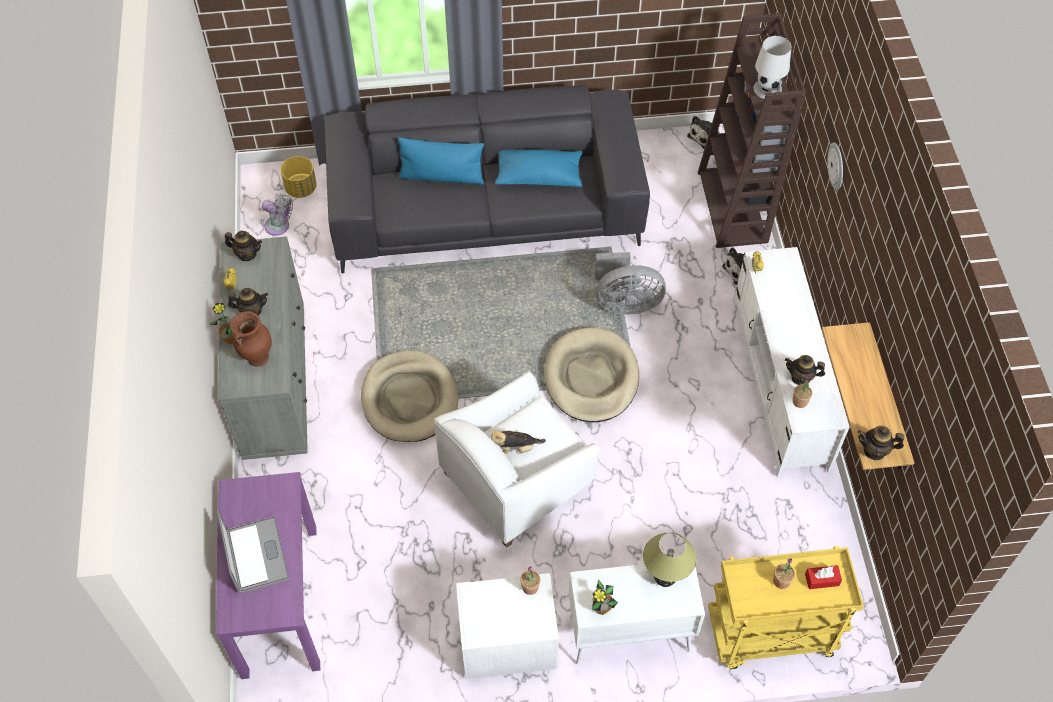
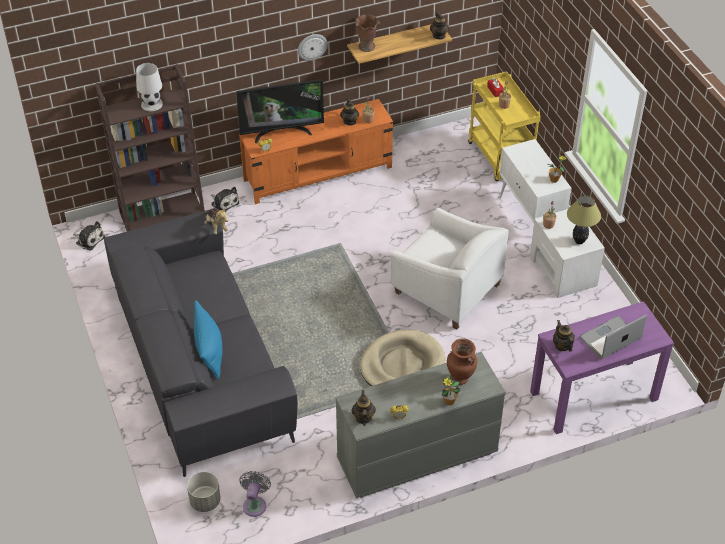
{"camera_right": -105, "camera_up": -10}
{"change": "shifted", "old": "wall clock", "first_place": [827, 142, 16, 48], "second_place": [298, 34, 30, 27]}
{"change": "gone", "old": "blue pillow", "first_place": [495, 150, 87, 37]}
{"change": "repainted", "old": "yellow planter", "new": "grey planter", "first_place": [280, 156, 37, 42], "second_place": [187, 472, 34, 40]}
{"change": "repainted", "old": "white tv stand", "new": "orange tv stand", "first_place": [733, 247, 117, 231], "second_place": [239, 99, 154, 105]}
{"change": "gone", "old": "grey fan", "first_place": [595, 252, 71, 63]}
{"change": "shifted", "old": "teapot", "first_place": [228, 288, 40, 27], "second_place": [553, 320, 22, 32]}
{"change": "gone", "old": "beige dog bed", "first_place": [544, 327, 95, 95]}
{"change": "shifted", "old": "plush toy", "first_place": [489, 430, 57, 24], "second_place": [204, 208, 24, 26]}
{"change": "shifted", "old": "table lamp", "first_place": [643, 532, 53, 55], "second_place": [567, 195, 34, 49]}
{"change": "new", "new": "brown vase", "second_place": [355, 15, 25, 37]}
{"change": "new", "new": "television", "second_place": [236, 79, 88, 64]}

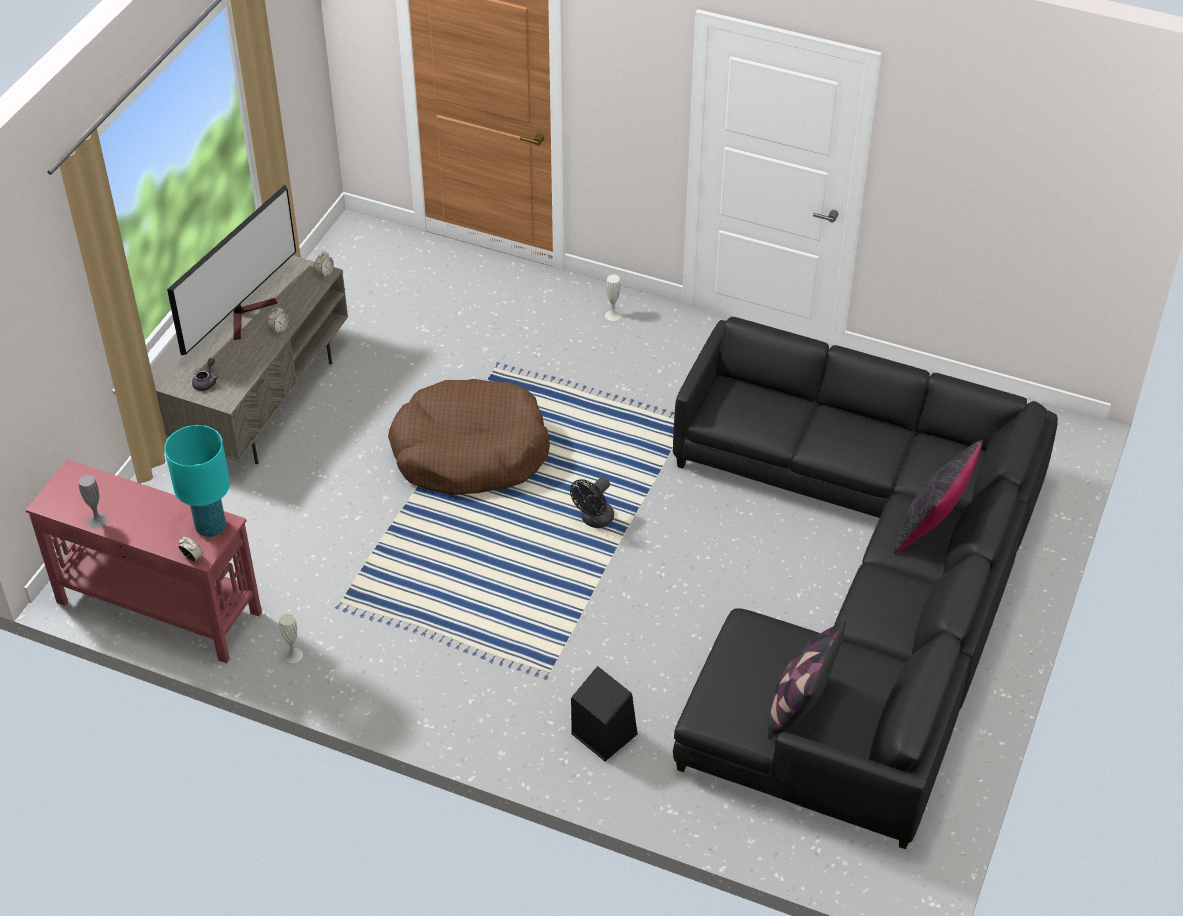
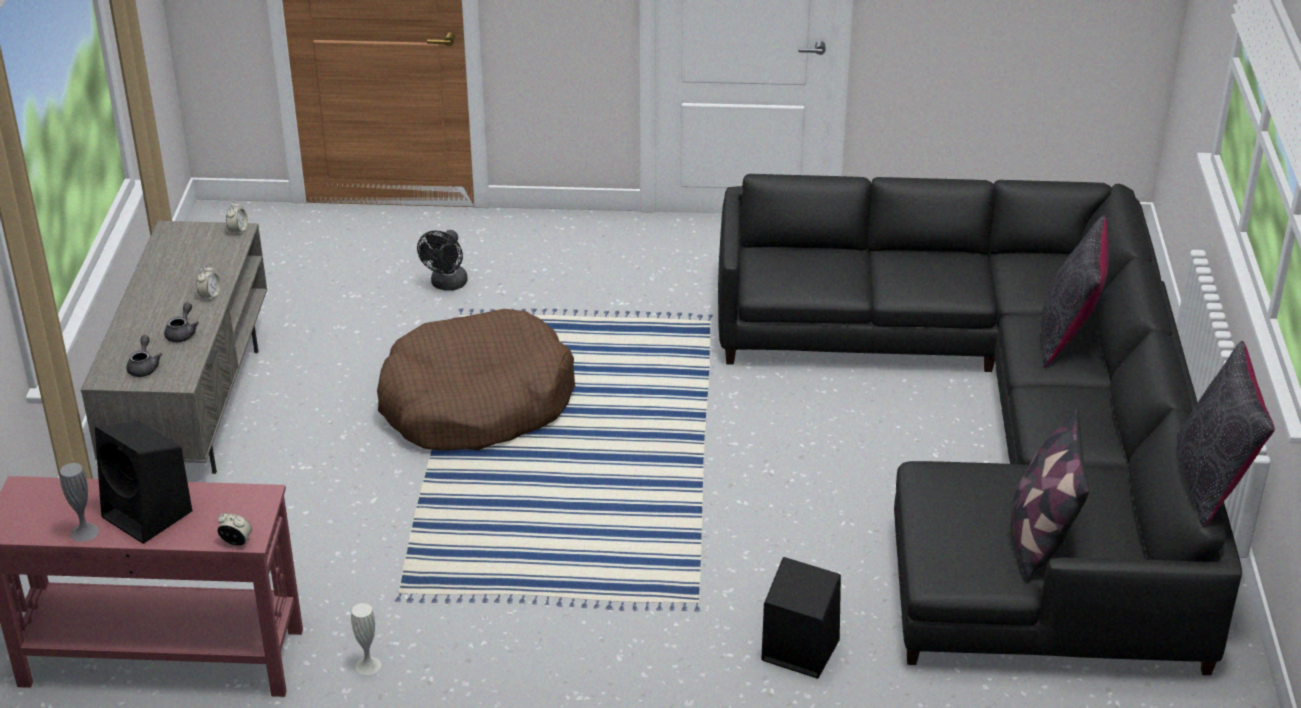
{"camera_right": -20, "camera_up": -10}
{"change": "gone", "old": "television", "first_place": [167, 185, 129, 170]}
{"change": "gone", "old": "white vase", "first_place": [605, 275, 16, 46]}
{"change": "gone", "old": "turquoise table lamp", "first_place": [165, 425, 65, 112]}
{"change": "shifted", "old": "black fan", "first_place": [570, 477, 44, 51], "second_place": [417, 230, 51, 61]}
{"change": "new", "new": "grey teapot", "second_place": [164, 302, 35, 40]}
{"change": "new", "new": "black pillow", "second_place": [1177, 341, 98, 187]}
{"change": "new", "new": "black speaker", "second_place": [95, 421, 97, 123]}

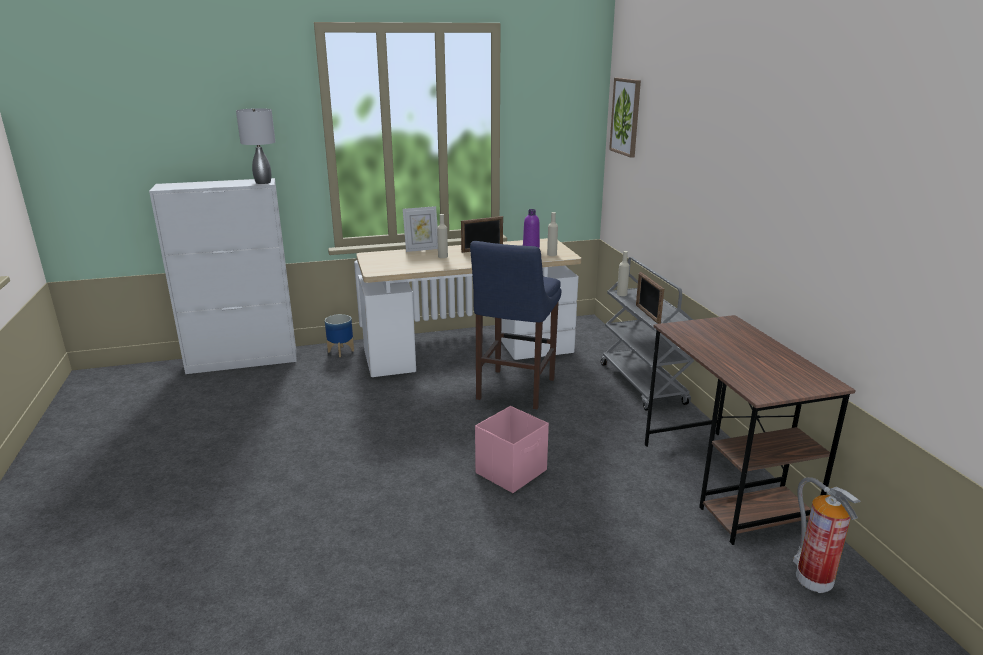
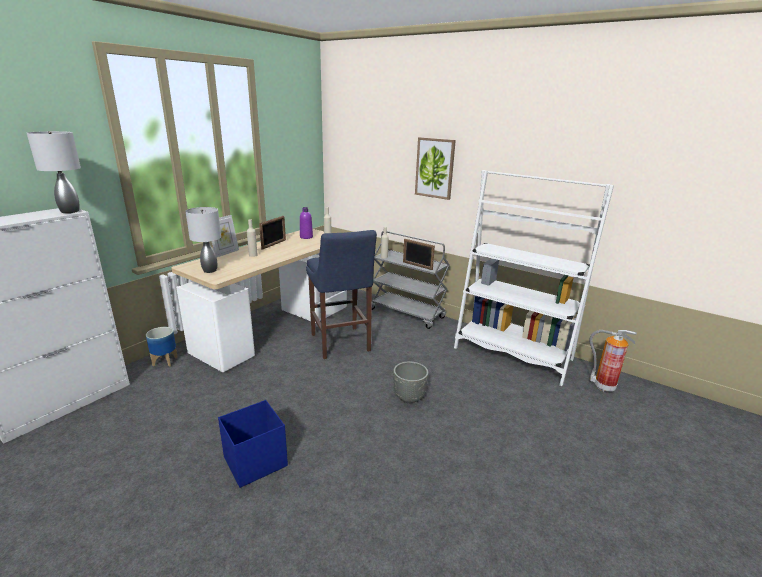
{"camera_right": -40, "camera_up": 0}
{"change": "shifted", "old": "picture", "first_place": [609, 78, 32, 80], "second_place": [415, 137, 41, 63]}
{"change": "swapped", "old": "brown desk", "new": "white bookcase", "first_place": [644, 315, 212, 230], "second_place": [454, 170, 160, 216]}
{"change": "swapped", "old": "pink storage box", "new": "grey planter", "first_place": [475, 406, 74, 87], "second_place": [393, 361, 36, 42]}
{"change": "new", "new": "grey table lamp", "second_place": [185, 207, 36, 66]}
{"change": "new", "new": "blue storage box", "second_place": [218, 400, 70, 88]}

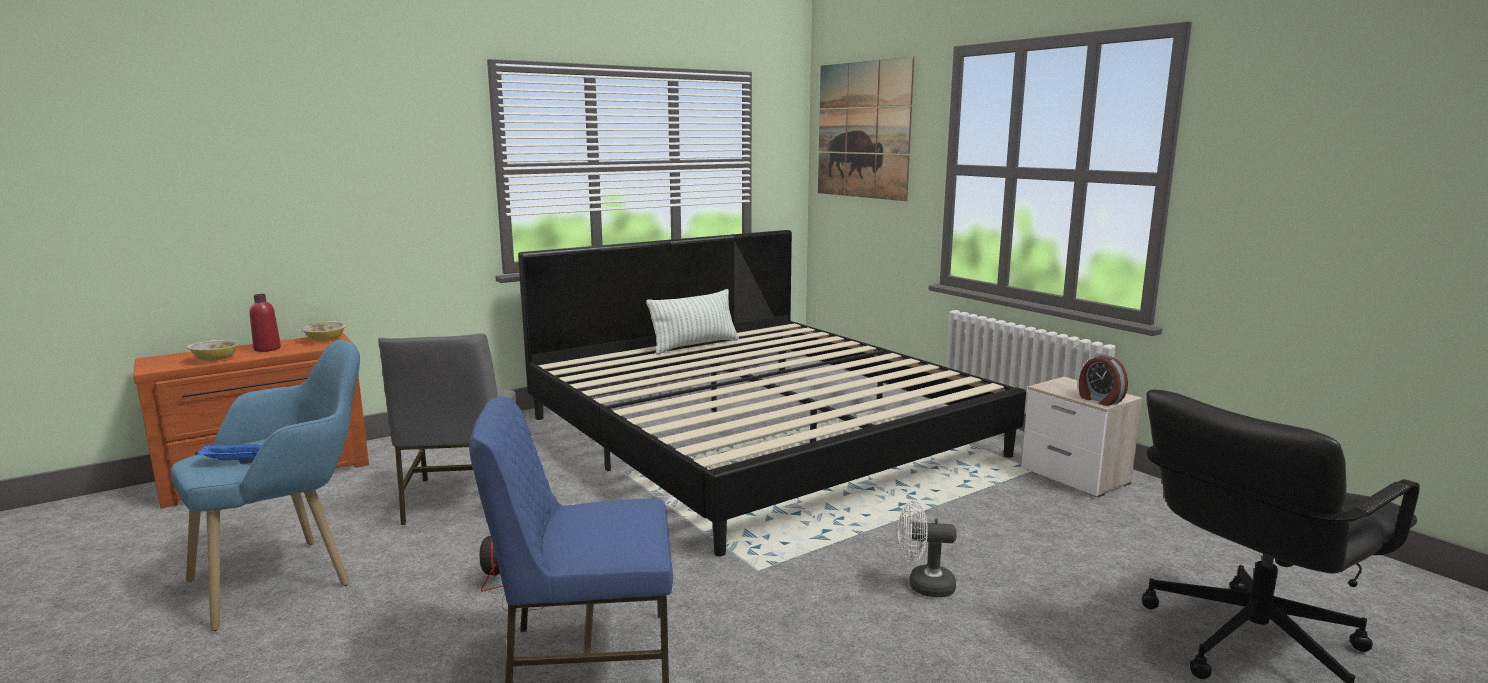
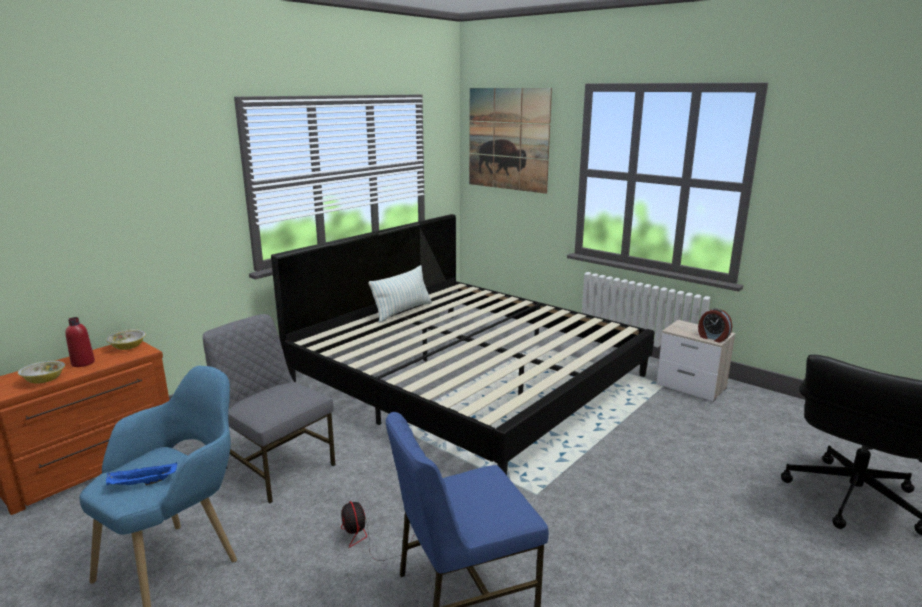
{"camera_right": -15, "camera_up": 5}
{"change": "rotated", "old": "grey chair", "first_place": [378, 333, 138, 192], "second_place": [203, 314, 133, 189], "degrees": 150}
{"change": "gone", "old": "white fan", "first_place": [898, 501, 58, 96]}

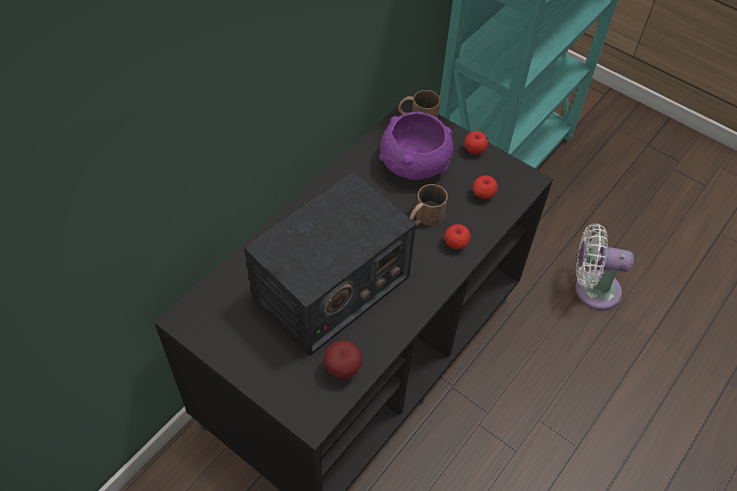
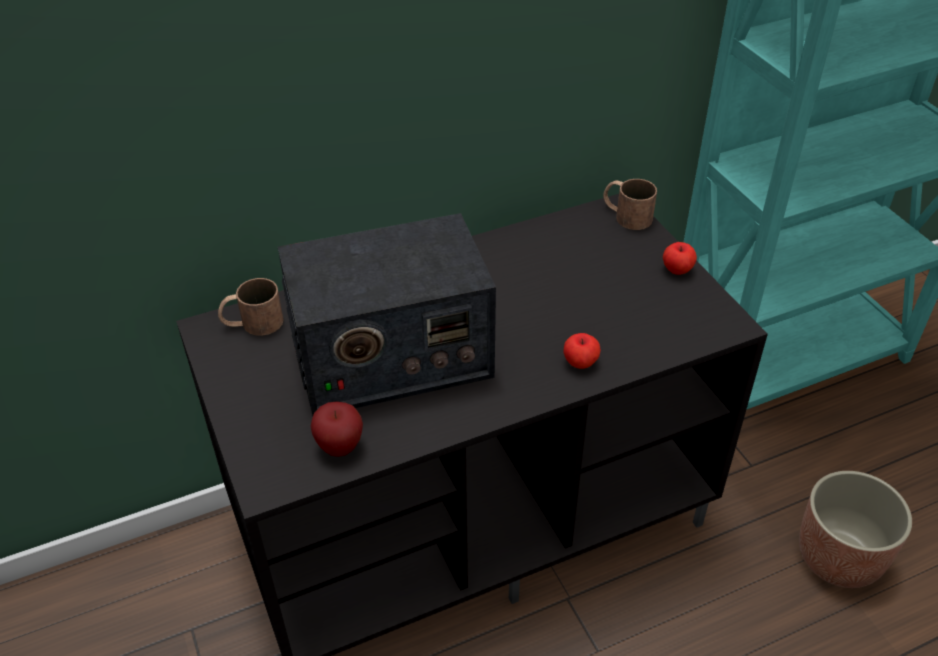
{"camera_right": 30, "camera_up": -10}
{"change": "gone", "old": "purple bowl", "first_place": [380, 112, 73, 68]}
{"change": "gone", "old": "apple", "first_place": [473, 175, 25, 24]}
{"change": "shifted", "old": "brown mug", "first_place": [409, 184, 39, 42], "second_place": [218, 278, 66, 58]}
{"change": "swapped", "old": "white fan", "new": "planter", "first_place": [575, 223, 59, 87], "second_place": [799, 471, 113, 117]}

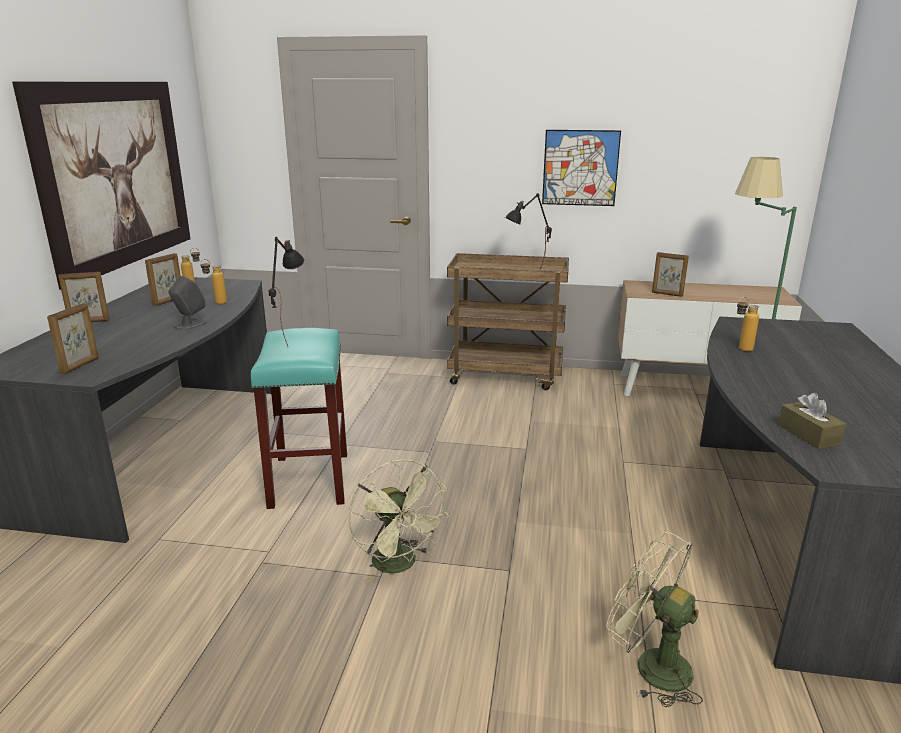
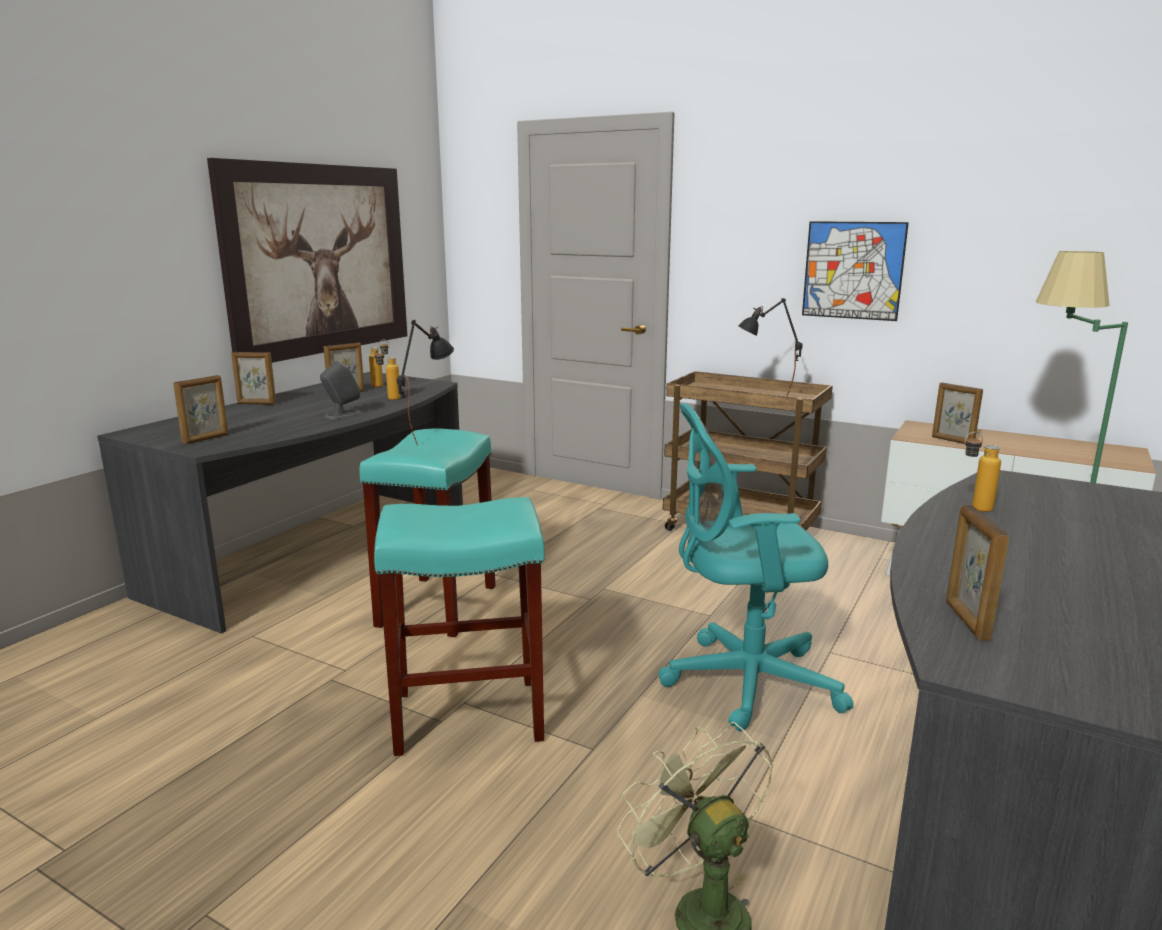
{"camera_right": 20, "camera_up": -5}
{"change": "swapped", "old": "brown tissue box", "new": "picture frame", "first_place": [778, 393, 68, 56], "second_place": [946, 505, 63, 136]}
{"change": "swapped", "old": "green fan", "new": "turquoise stool", "first_place": [349, 460, 100, 123], "second_place": [374, 497, 171, 259]}
{"change": "new", "new": "turquoise office chair", "second_place": [658, 403, 196, 328]}

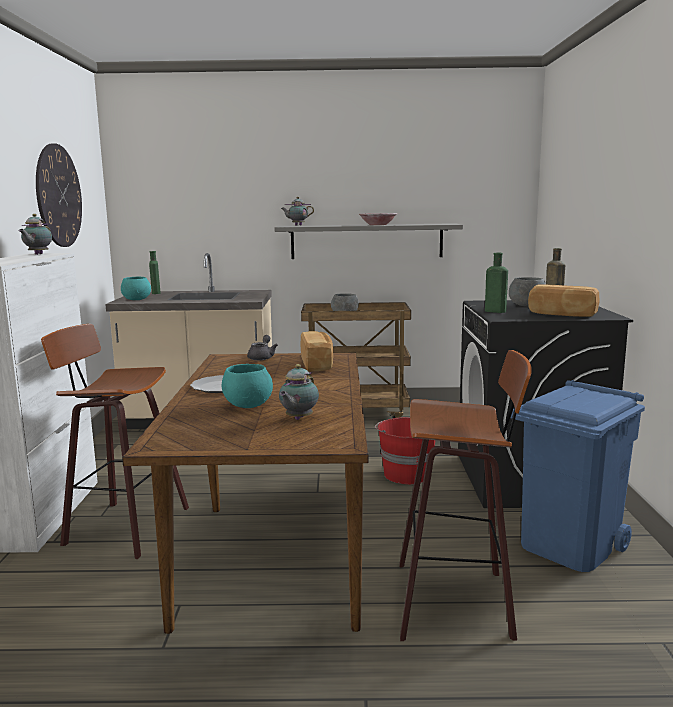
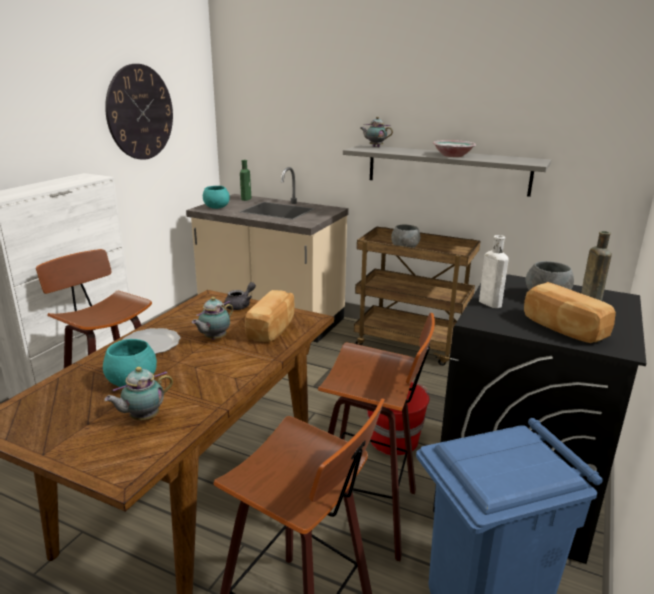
{"camera_right": 25, "camera_up": 10}
{"change": "shifted", "old": "teapot", "first_place": [19, 214, 33, 41], "second_place": [192, 297, 41, 43]}
{"change": "repainted", "old": "green bottle", "new": "white bottle", "first_place": [485, 253, 23, 60], "second_place": [479, 235, 30, 73]}
{"change": "new", "new": "stool", "second_place": [311, 313, 124, 248]}

